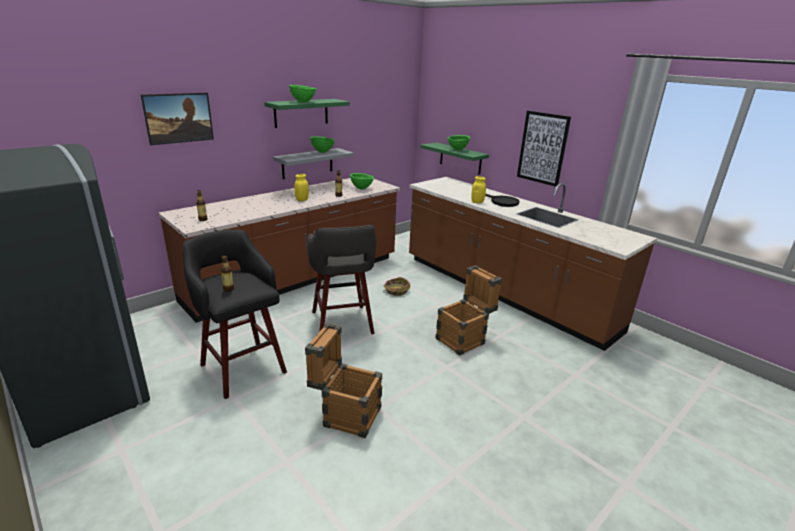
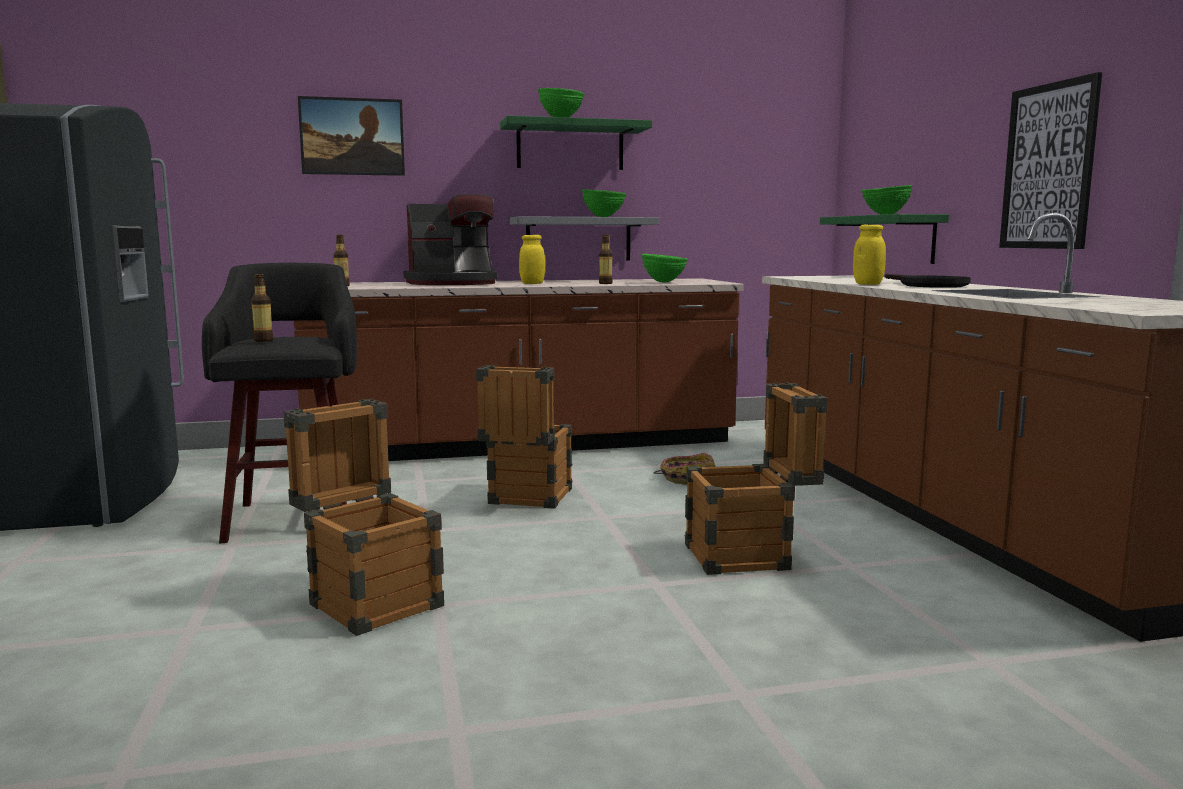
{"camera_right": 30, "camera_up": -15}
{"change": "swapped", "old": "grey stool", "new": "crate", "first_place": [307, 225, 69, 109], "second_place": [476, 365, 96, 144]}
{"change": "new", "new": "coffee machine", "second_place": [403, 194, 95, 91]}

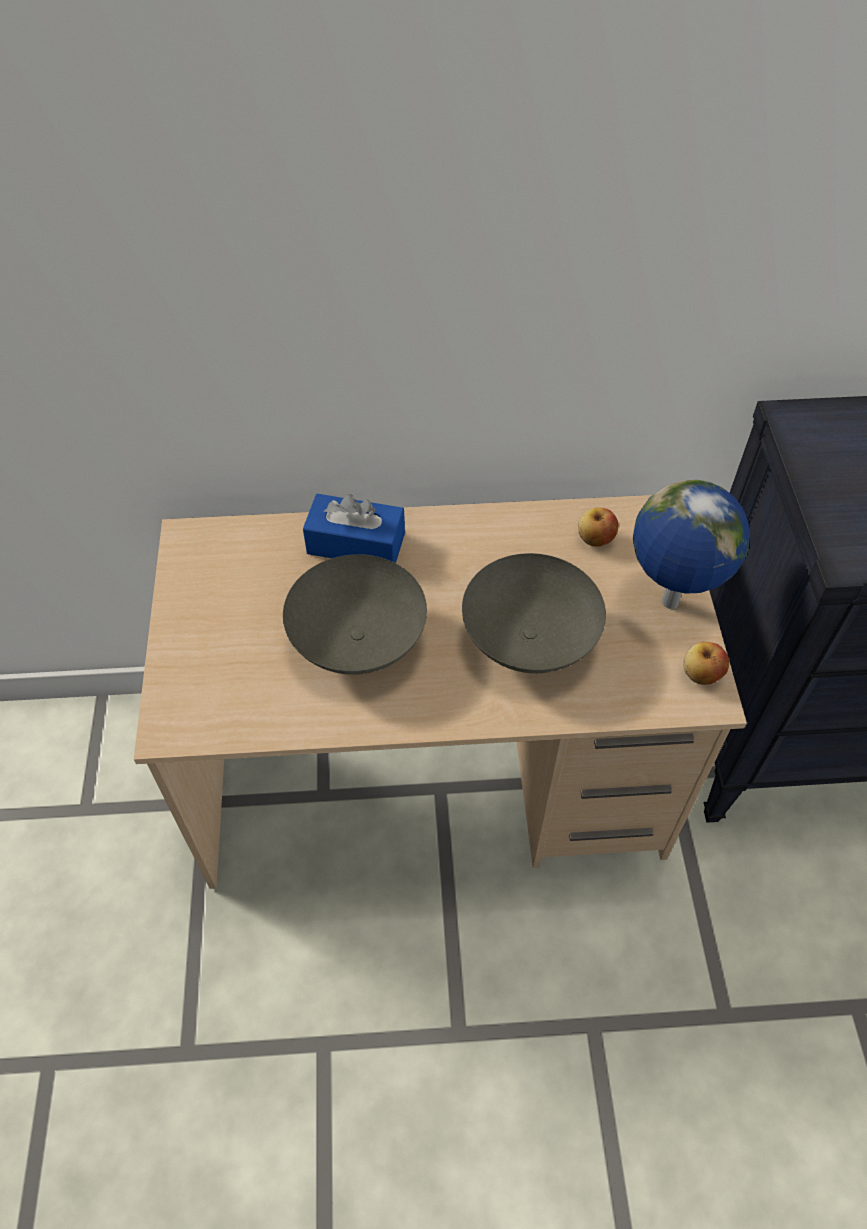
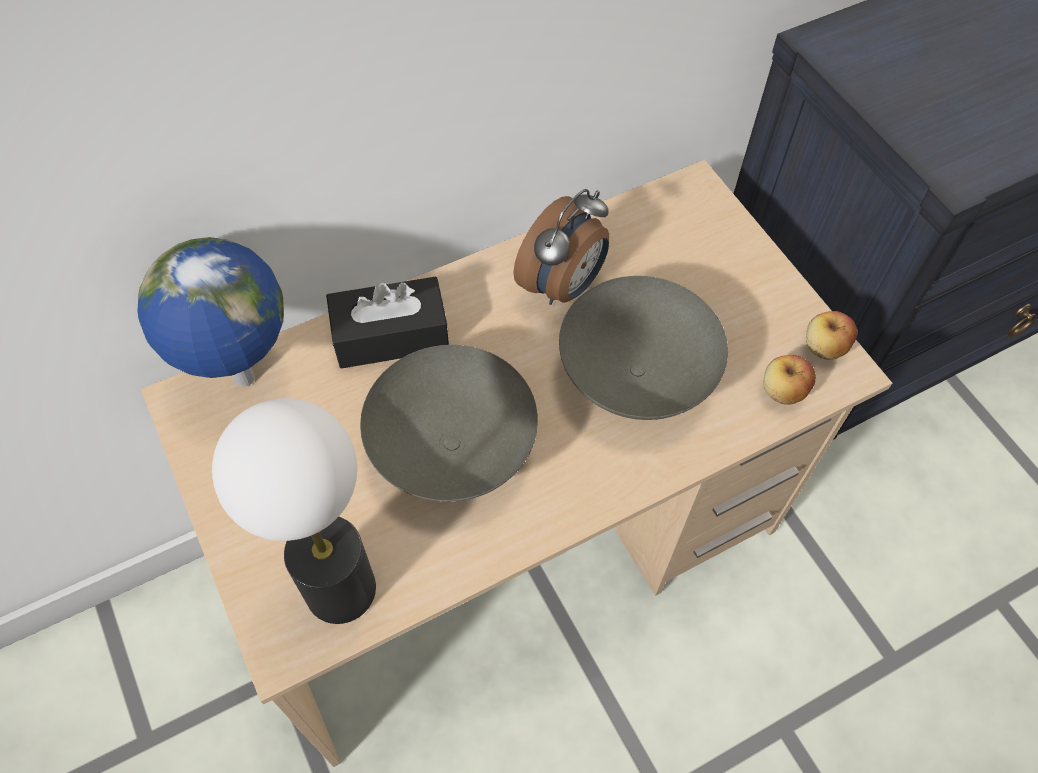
{"camera_right": -25, "camera_up": 5}
{"change": "shifted", "old": "globe", "first_place": [633, 480, 117, 129], "second_place": [137, 237, 147, 150]}
{"change": "repainted", "old": "blue tissue box", "new": "black tissue box", "first_place": [303, 494, 102, 69], "second_place": [326, 277, 123, 92]}
{"change": "shifted", "old": "apple", "first_place": [578, 508, 41, 39], "second_place": [763, 355, 53, 50]}
{"change": "new", "new": "alarm clock", "second_place": [513, 189, 96, 116]}
{"change": "new", "new": "table lamp", "second_place": [212, 398, 164, 226]}

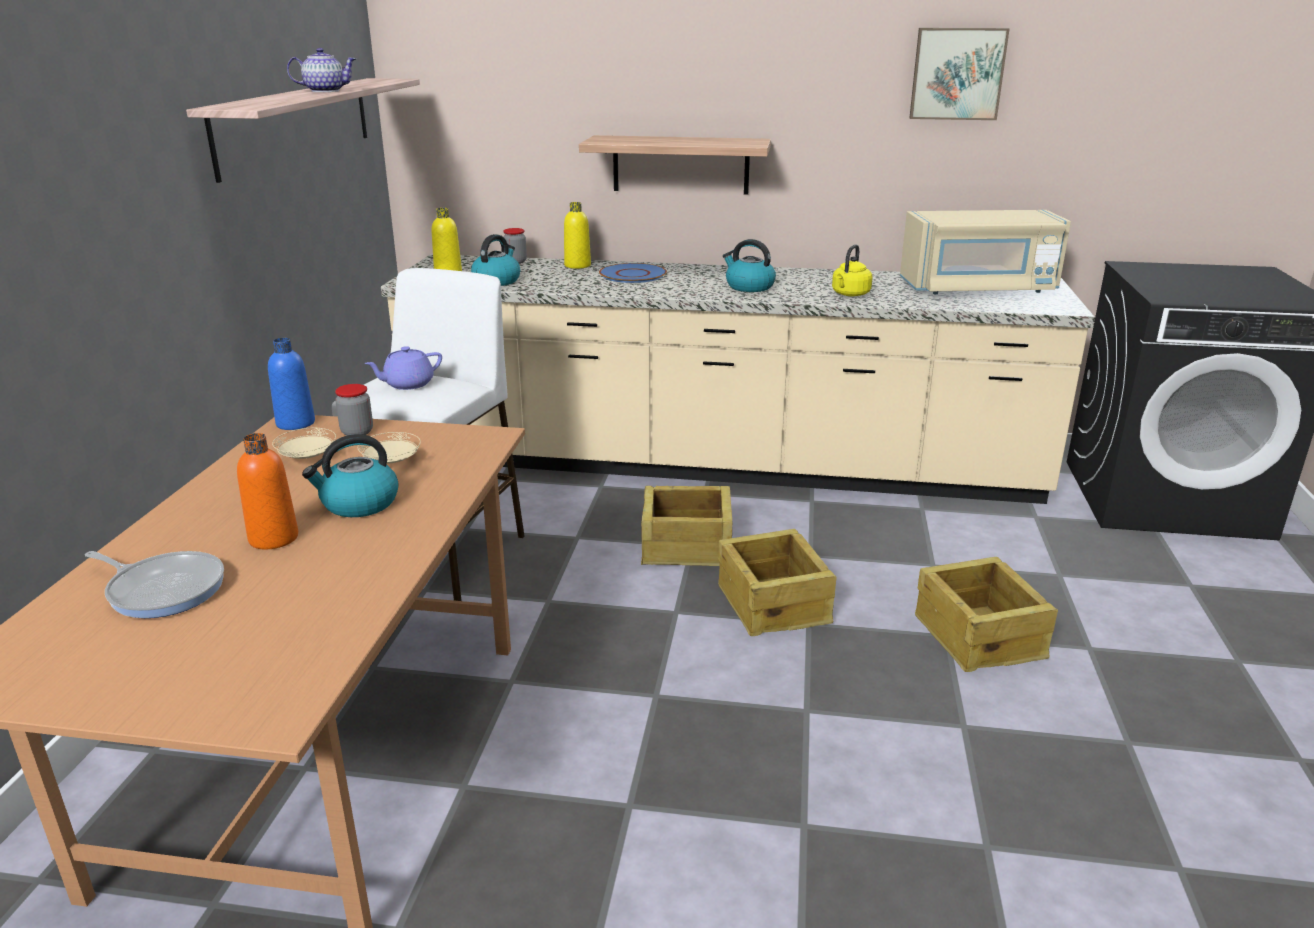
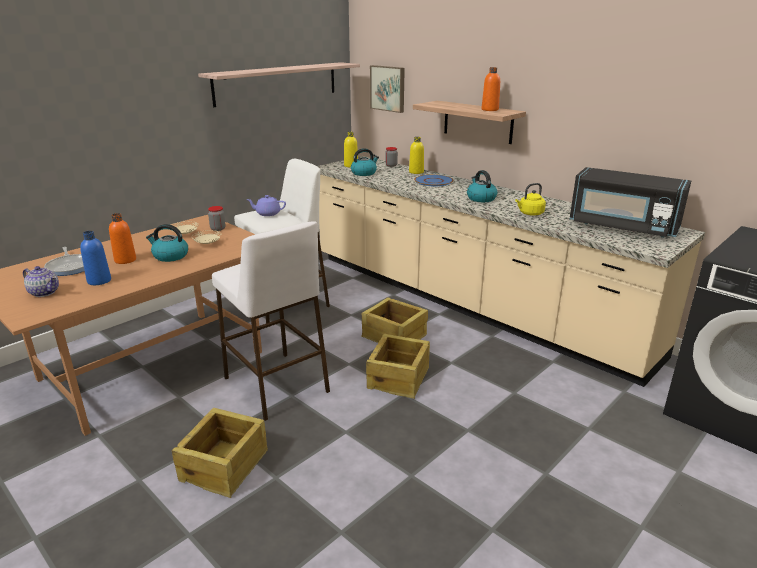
{"camera_right": 35, "camera_up": 0}
{"change": "shifted", "old": "picture", "first_place": [909, 28, 101, 92], "second_place": [370, 65, 35, 48]}
{"change": "shifted", "old": "teapot", "first_place": [287, 48, 69, 44], "second_place": [23, 266, 36, 31]}
{"change": "repainted", "old": "beige microwave", "new": "black microwave", "first_place": [900, 210, 171, 84], "second_place": [570, 167, 121, 71]}
{"change": "shifted", "old": "blue bottle", "first_place": [268, 338, 47, 92], "second_place": [80, 231, 31, 54]}
{"change": "shifted", "old": "crate", "first_place": [915, 557, 143, 115], "second_place": [172, 408, 96, 90]}
{"change": "new", "new": "orange bottle", "second_place": [482, 67, 18, 44]}
{"change": "new", "new": "white stool", "second_place": [212, 221, 118, 200]}

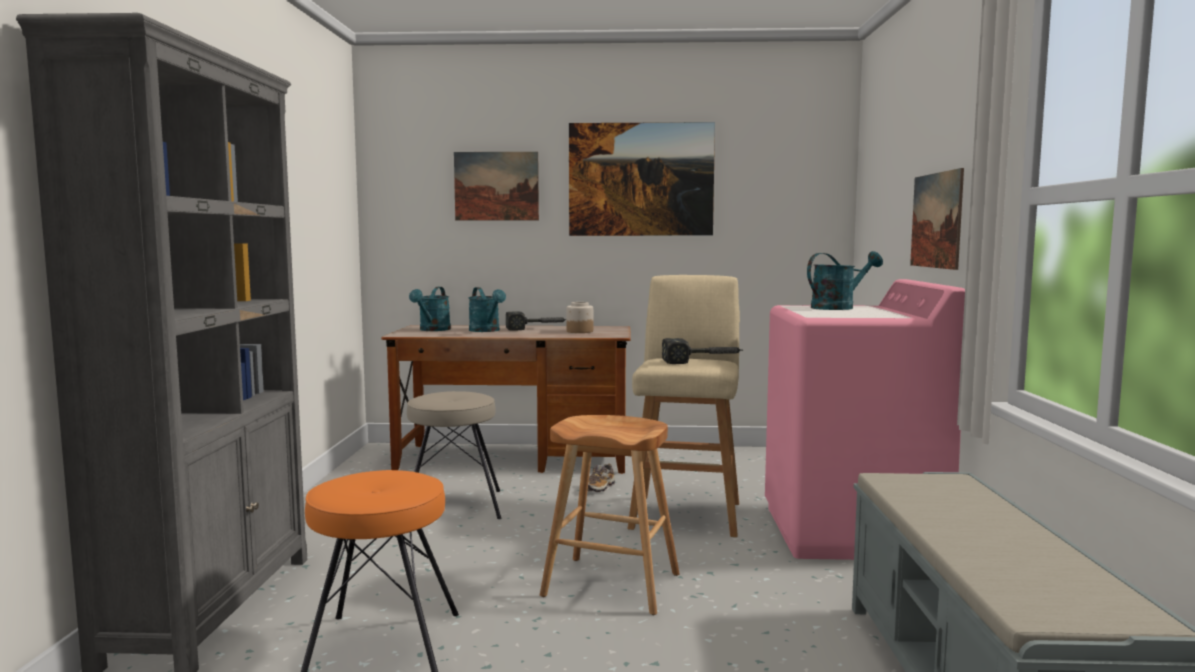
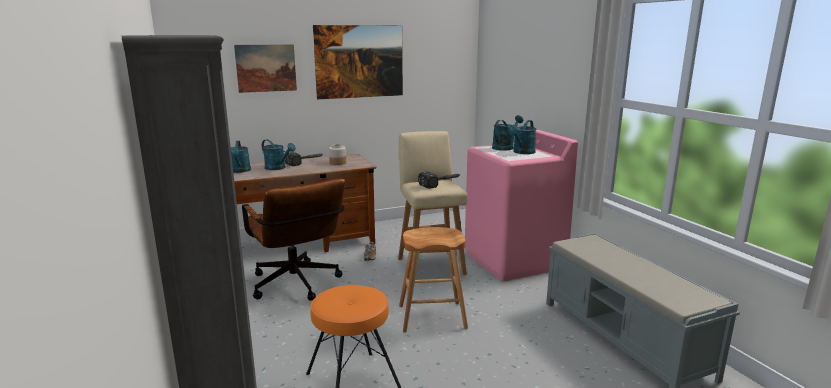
{"camera_right": -25, "camera_up": 10}
{"change": "gone", "old": "picture", "first_place": [910, 168, 54, 102]}
{"change": "swapped", "old": "beige stool", "new": "brown office chair", "first_place": [407, 391, 95, 128], "second_place": [242, 178, 103, 123]}
{"change": "new", "new": "turquoise watering can", "second_place": [508, 120, 28, 34]}

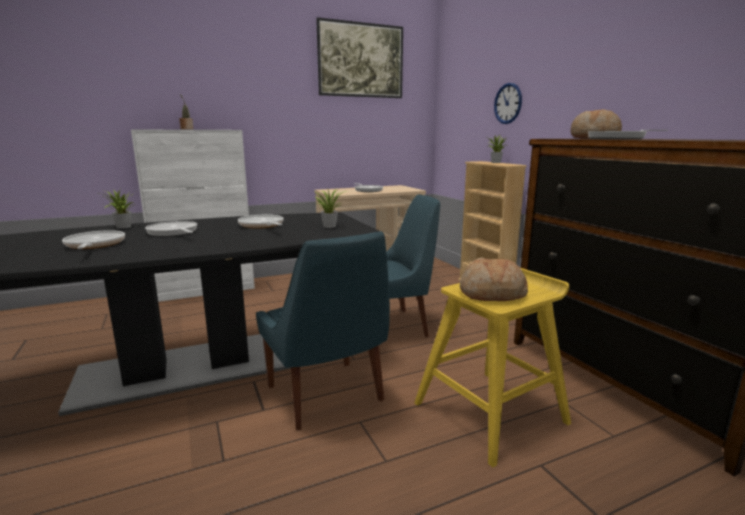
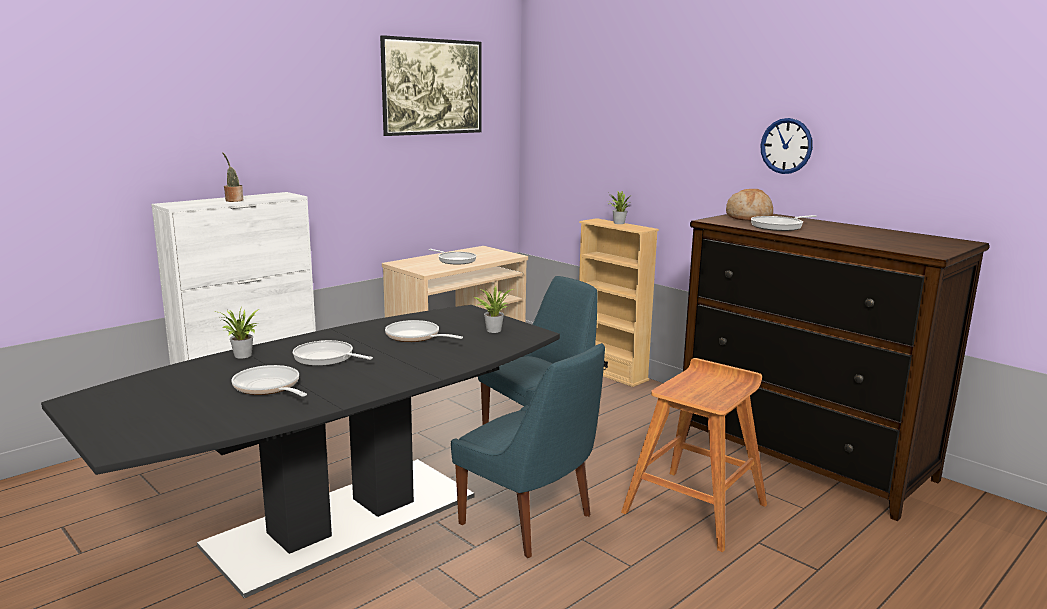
{"camera_right": -20, "camera_up": 0}
{"change": "shifted", "old": "wall clock", "first_place": [494, 83, 28, 41], "second_place": [760, 118, 53, 56]}
{"change": "gone", "old": "bread", "first_place": [460, 257, 68, 44]}
{"change": "repainted", "old": "yellow stool", "new": "brown stool", "first_place": [414, 268, 157, 199], "second_place": [621, 358, 146, 194]}

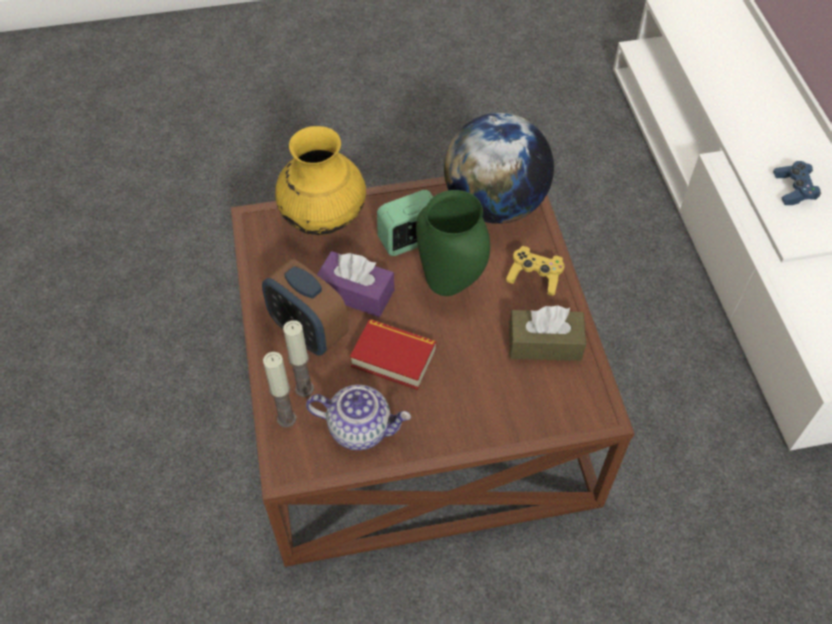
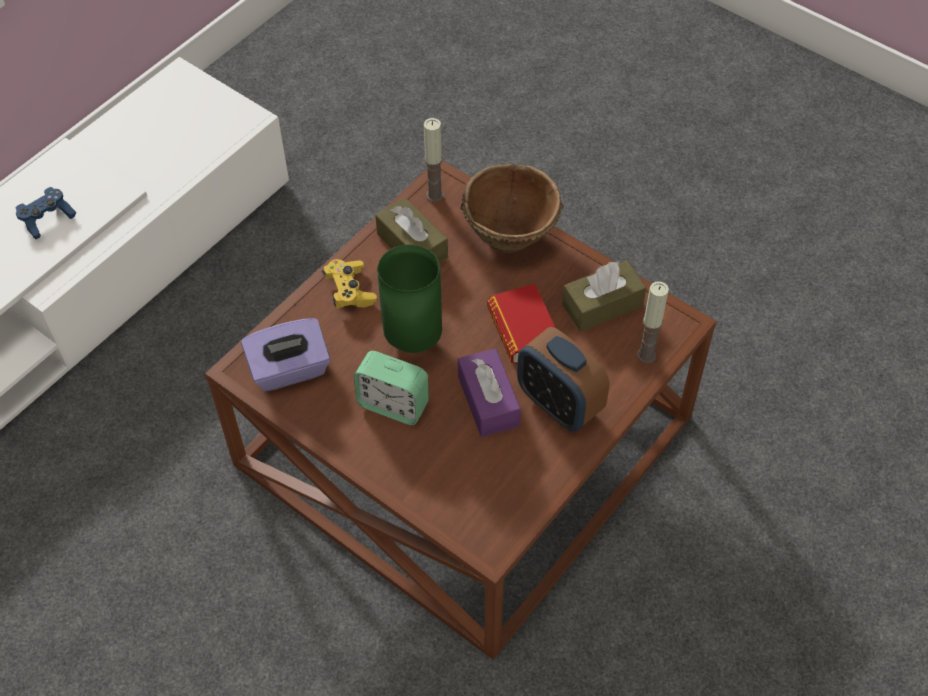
{"camera_right": -130, "camera_up": 0}
{"change": "swapped", "old": "globe", "new": "purple tissue box", "first_place": [444, 113, 110, 111], "second_place": [241, 318, 89, 73]}
{"change": "gone", "old": "yellow vase", "first_place": [275, 126, 91, 109]}
{"change": "rotated", "old": "alarm clock", "first_place": [262, 259, 87, 97], "second_place": [517, 327, 92, 105], "degrees": 135}
{"change": "shifted", "old": "candle", "first_place": [283, 320, 31, 77], "second_place": [424, 118, 20, 84]}
{"change": "swapped", "old": "teapot", "new": "brown tissue box", "first_place": [306, 385, 105, 65], "second_place": [562, 261, 85, 71]}
{"change": "new", "new": "brown bowl", "second_place": [460, 164, 104, 89]}

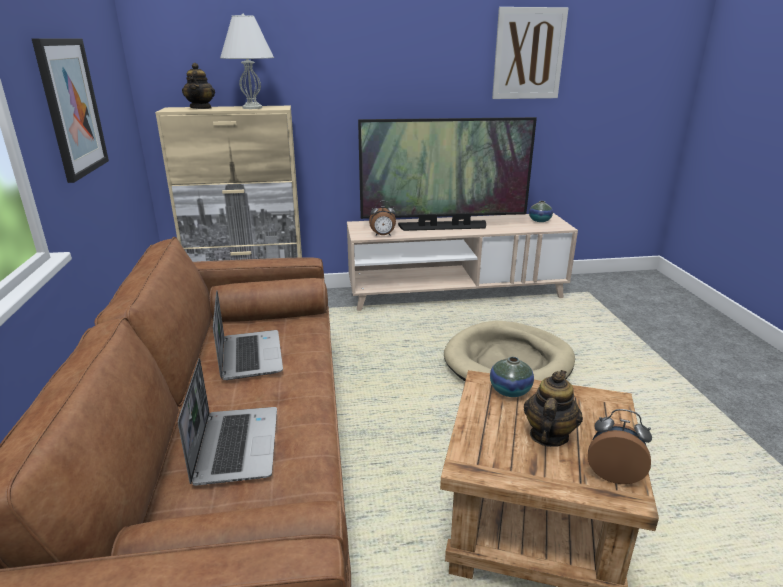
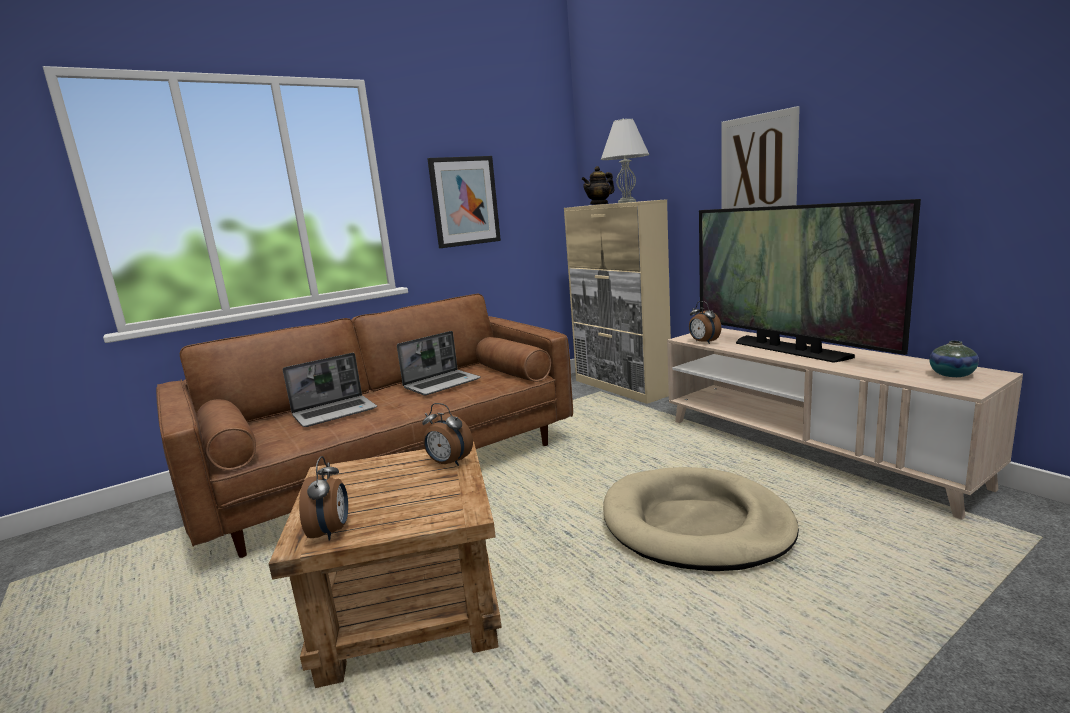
{"camera_right": 65, "camera_up": -10}
{"change": "shifted", "old": "picture", "first_place": [492, 7, 77, 92], "second_place": [721, 106, 79, 103]}
{"change": "swapped", "old": "vase", "new": "alarm clock", "first_place": [490, 357, 44, 40], "second_place": [422, 403, 51, 63]}
{"change": "gone", "old": "teapot", "first_place": [524, 370, 59, 77]}

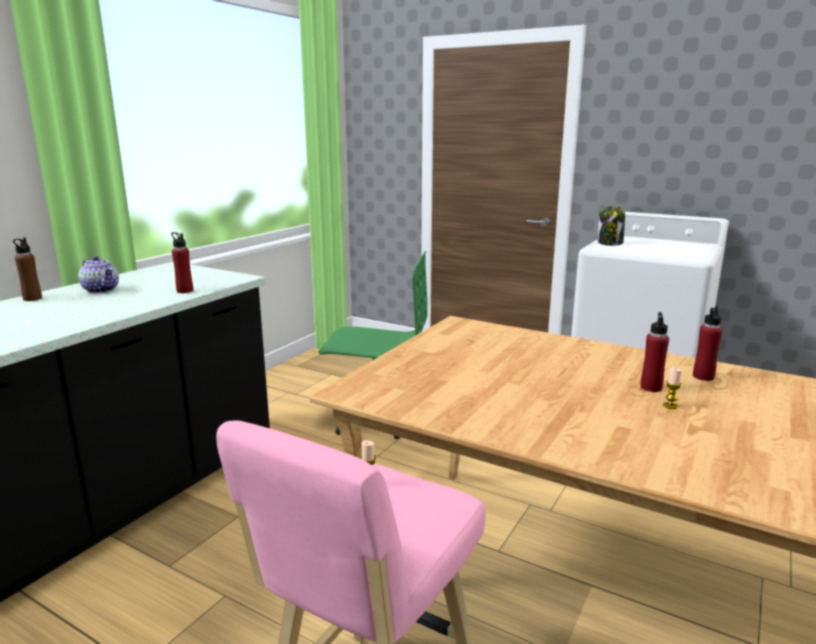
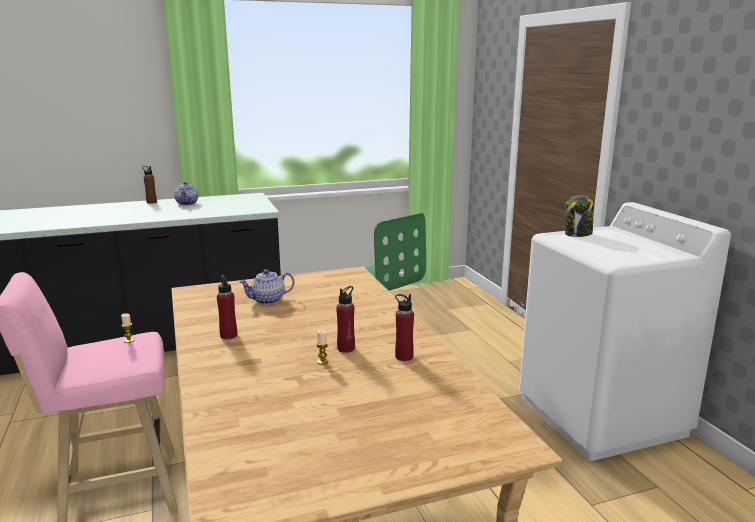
{"camera_right": 40, "camera_up": 0}
{"change": "shifted", "old": "red bottle", "first_place": [171, 232, 22, 61], "second_place": [217, 275, 20, 64]}
{"change": "new", "new": "teapot", "second_place": [239, 269, 55, 36]}

